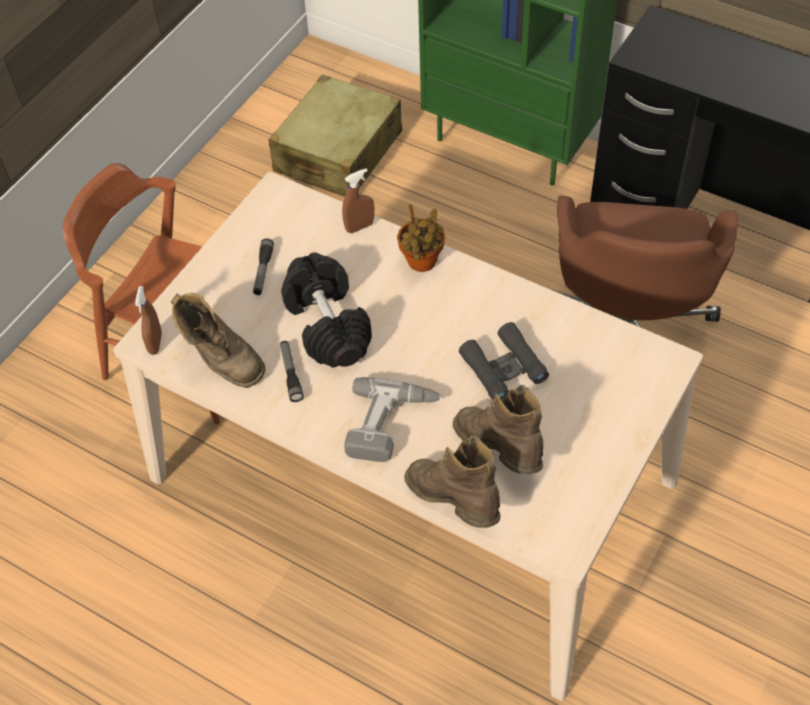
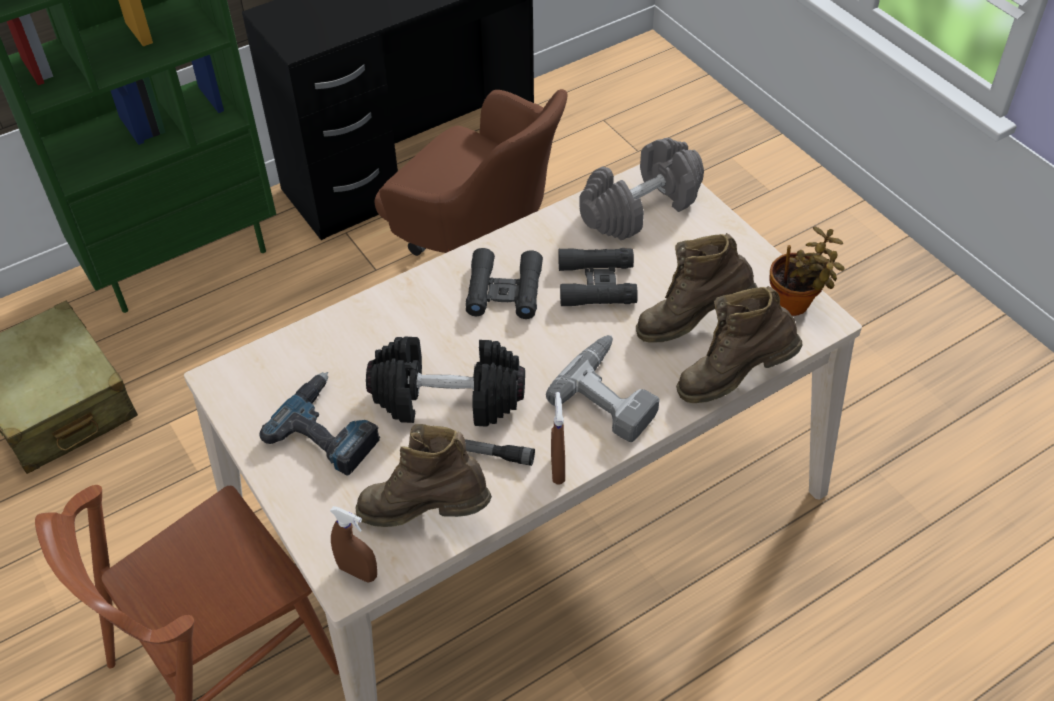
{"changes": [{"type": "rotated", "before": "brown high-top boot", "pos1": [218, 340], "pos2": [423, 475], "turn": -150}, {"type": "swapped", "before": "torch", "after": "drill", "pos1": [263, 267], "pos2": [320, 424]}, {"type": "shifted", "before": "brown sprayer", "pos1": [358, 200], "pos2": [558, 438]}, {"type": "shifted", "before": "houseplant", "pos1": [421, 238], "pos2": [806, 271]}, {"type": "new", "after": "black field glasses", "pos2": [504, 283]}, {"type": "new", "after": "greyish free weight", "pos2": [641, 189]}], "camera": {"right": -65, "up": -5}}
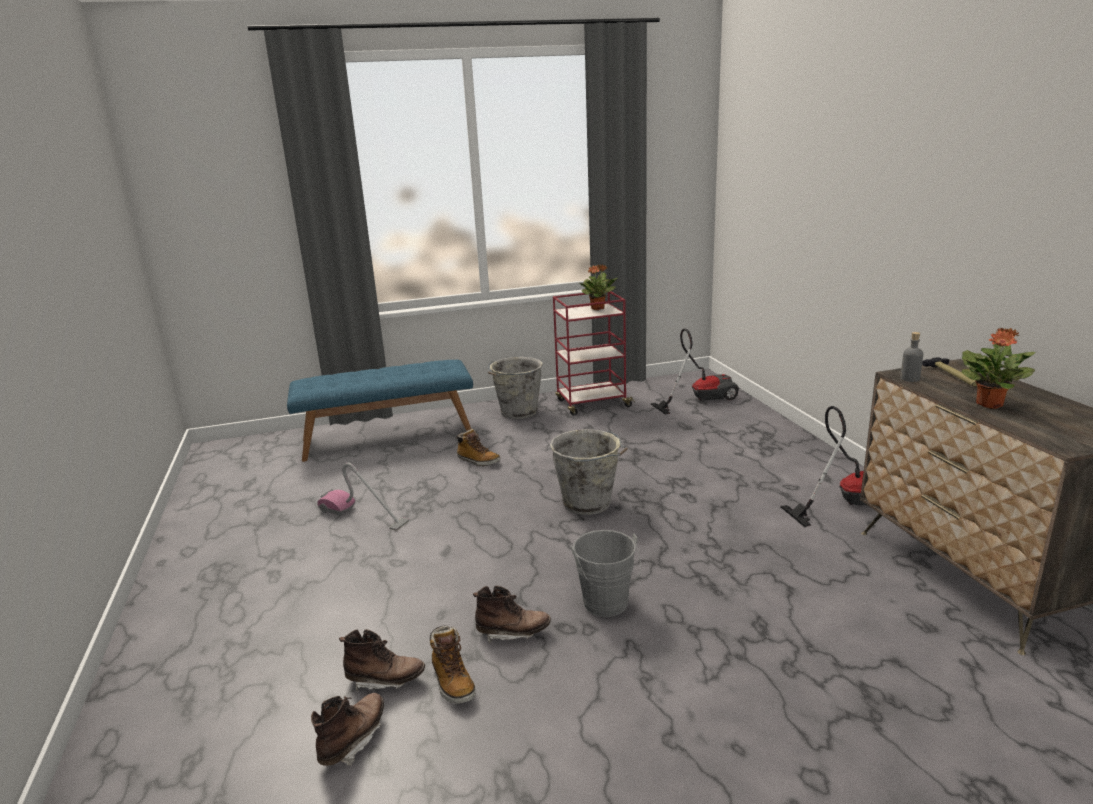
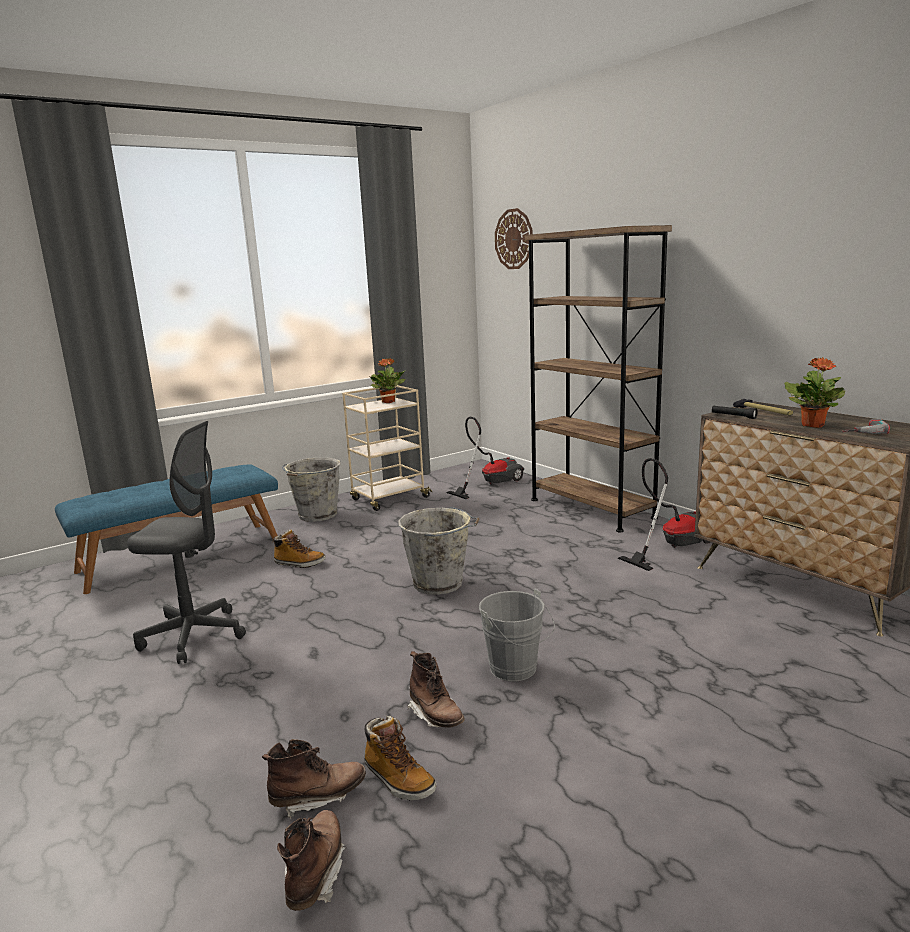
{"changes": [{"type": "swapped", "before": "vacuum cleaner", "after": "greyish office chair", "pos1": [363, 497], "pos2": [186, 542]}, {"type": "rotated", "before": "brown high-top boot", "pos1": [512, 614], "pos2": [436, 689], "turn": 75}, {"type": "repainted", "before": "red wheeled cart", "after": "sand-coloured wheeled cart", "pos1": [594, 353], "pos2": [387, 448]}, {"type": "swapped", "before": "greyish bottle", "after": "black torch", "pos1": [911, 357], "pos2": [735, 412]}, {"type": "new", "after": "hanging clock", "pos2": [514, 238]}, {"type": "new", "after": "brown bookcase", "pos2": [598, 378]}, {"type": "new", "after": "drill", "pos2": [866, 426]}], "camera": {"right": -20, "up": -5}}
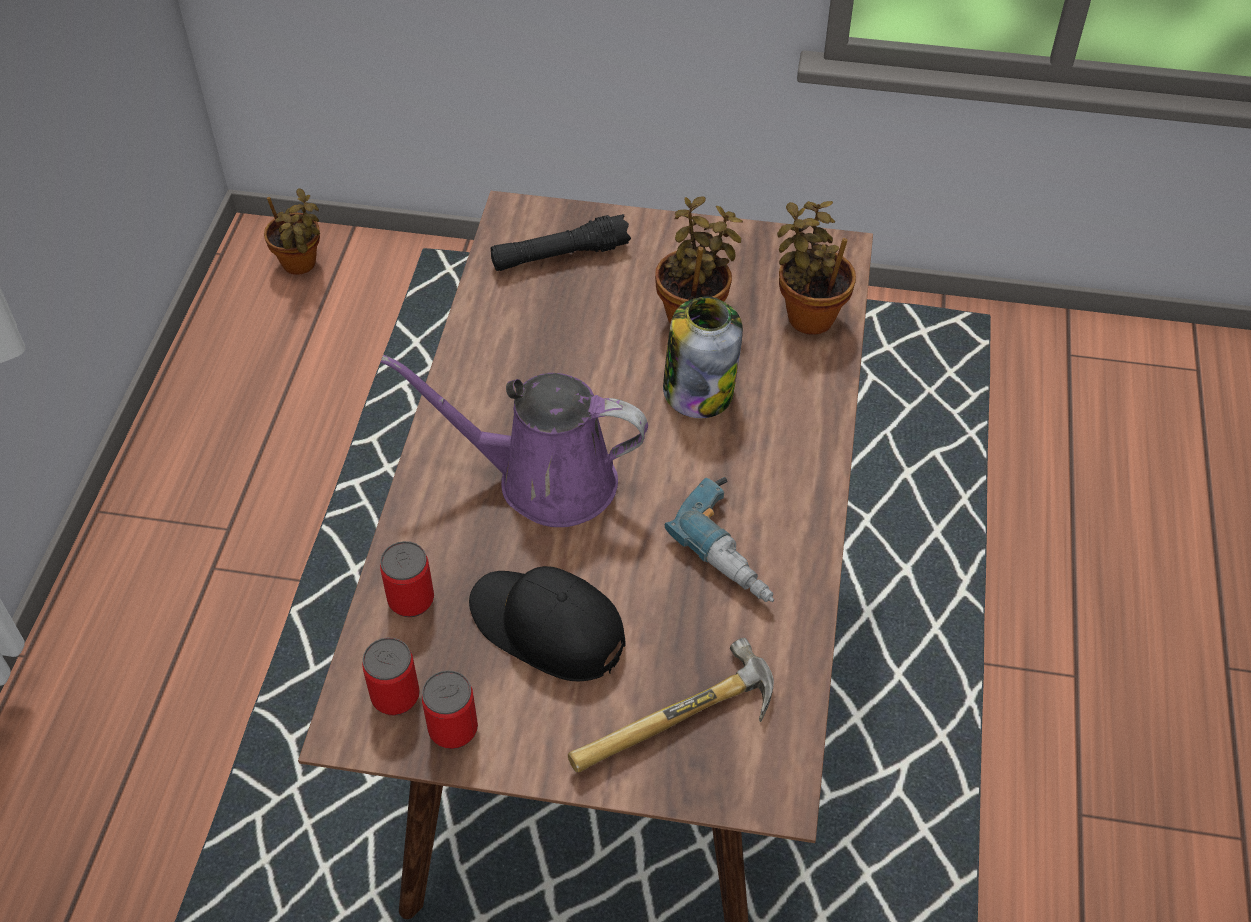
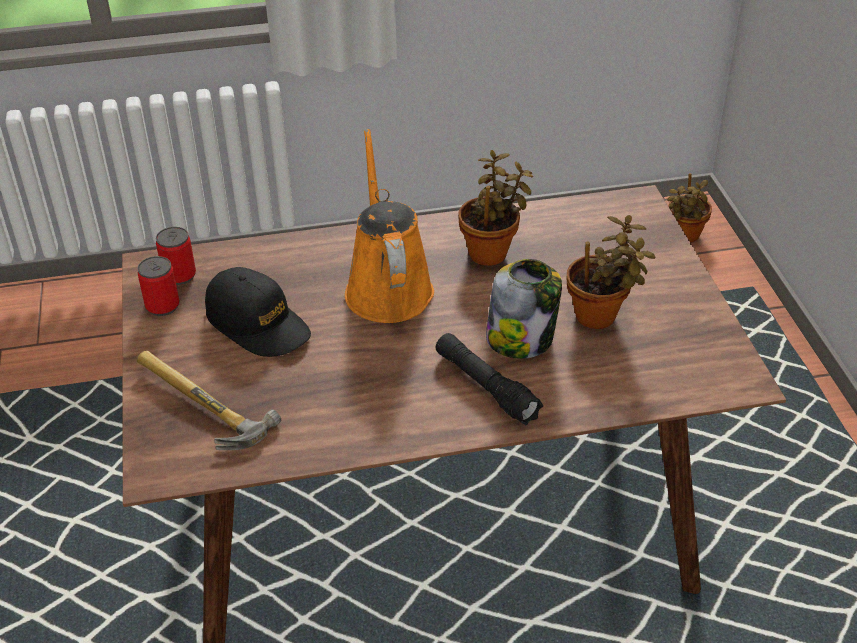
{"changes": [{"type": "repainted", "before": "purplish watering pot", "after": "orangey watering pot", "pos1": [514, 441], "pos2": [389, 226]}, {"type": "gone", "before": "metal can", "pos1": [407, 579]}, {"type": "rotated", "before": "black peaked cap", "pos1": [547, 623], "pos2": [258, 312], "turn": 120}, {"type": "shifted", "before": "black torch", "pos1": [561, 242], "pos2": [489, 379]}, {"type": "gone", "before": "drill", "pos1": [719, 539]}, {"type": "shifted", "before": "houseplant", "pos1": [816, 268], "pos2": [495, 208]}], "camera": {"right": 70, "up": -10}}
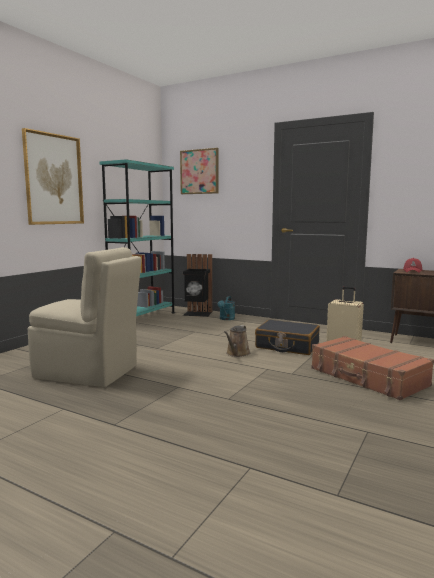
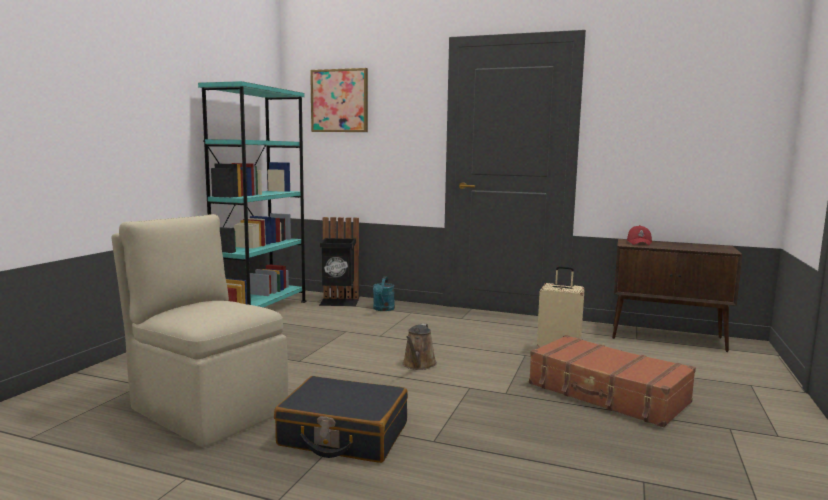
{"changes": [{"type": "gone", "before": "wall picture", "pos1": [53, 176]}, {"type": "rotated", "before": "sand-coloured upright chair", "pos1": [85, 317], "pos2": [200, 330], "turn": -150}, {"type": "shifted", "before": "black travel case", "pos1": [287, 337], "pos2": [341, 419]}], "camera": {"right": -10, "up": 0}}
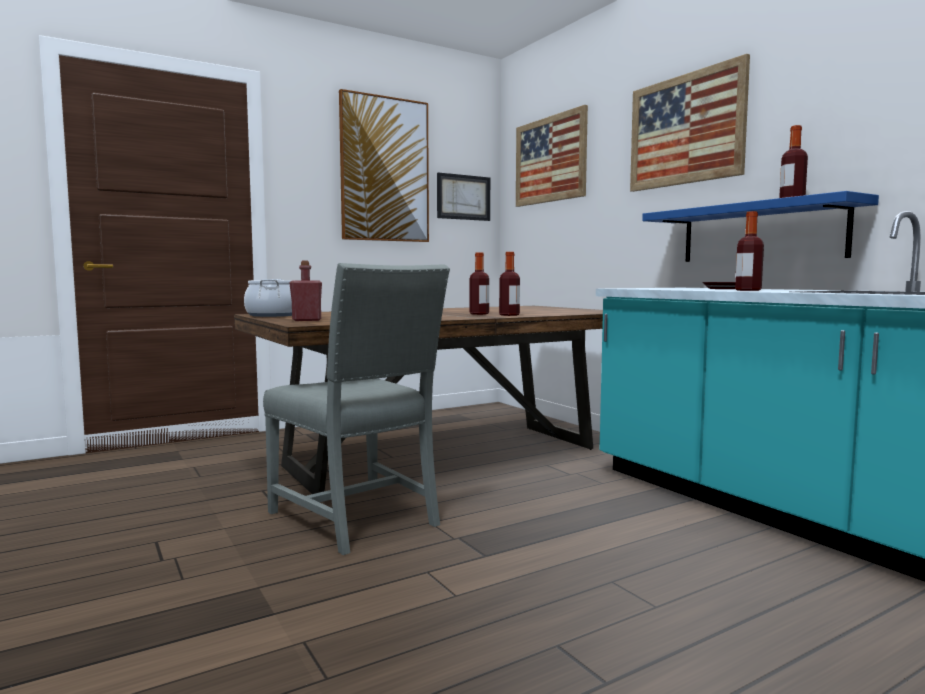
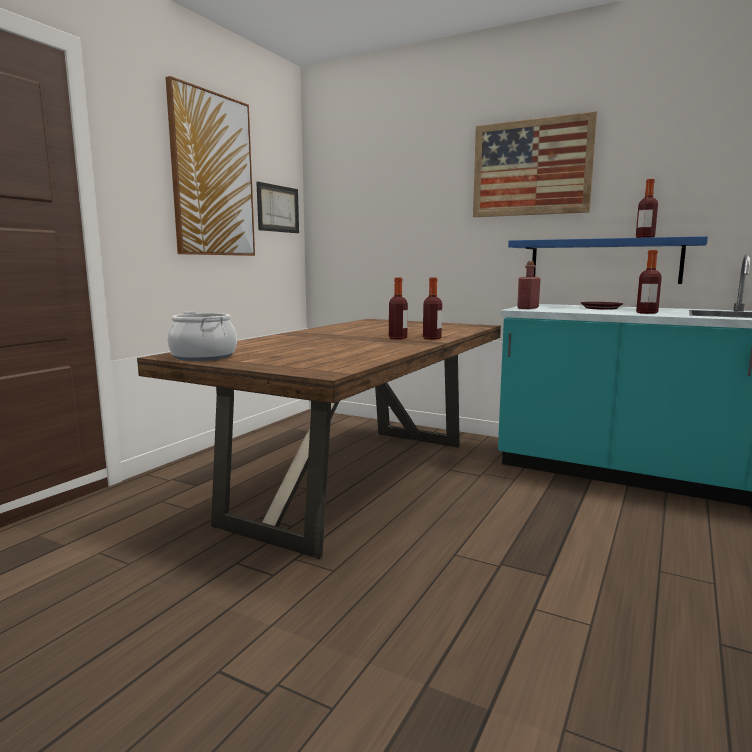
{"changes": [{"type": "gone", "before": "greyish upright chair", "pos1": [356, 409]}, {"type": "shifted", "before": "red bottle", "pos1": [305, 291], "pos2": [529, 285]}, {"type": "gone", "before": "wall picture", "pos1": [552, 156]}], "camera": {"right": -30, "up": 5}}
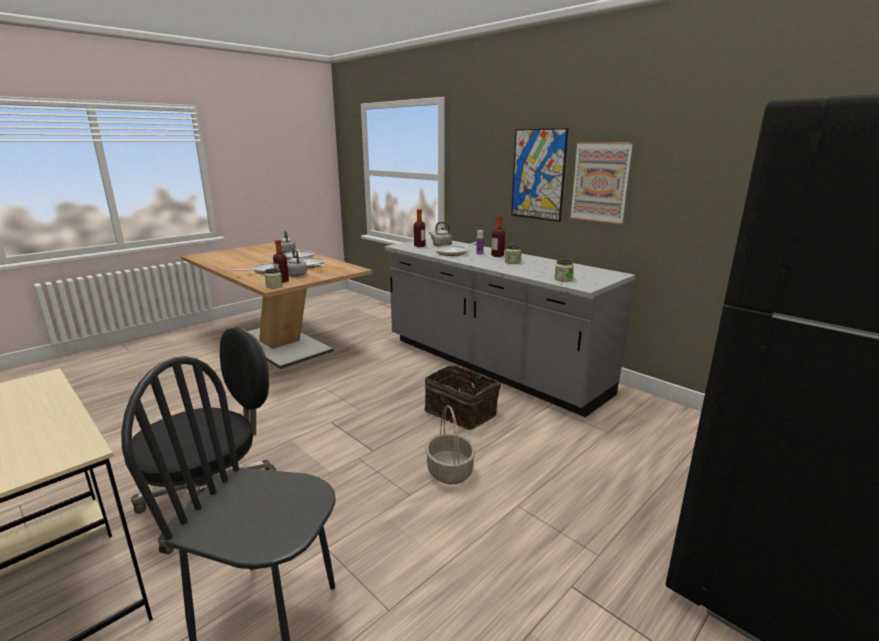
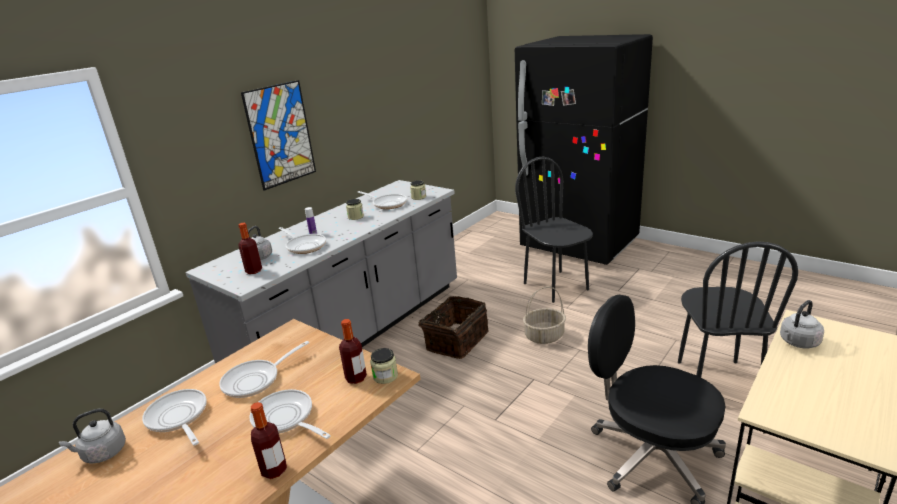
{"changes": [{"type": "shifted", "before": "greyish tea kettle", "pos1": [297, 263], "pos2": [802, 324]}, {"type": "shifted", "before": "bottle", "pos1": [498, 236], "pos2": [269, 440]}, {"type": "gone", "before": "wall picture", "pos1": [601, 183]}, {"type": "new", "after": "skillet", "pos2": [382, 200]}, {"type": "new", "after": "black upright chair", "pos2": [554, 230]}], "camera": {"right": -95, "up": 5}}
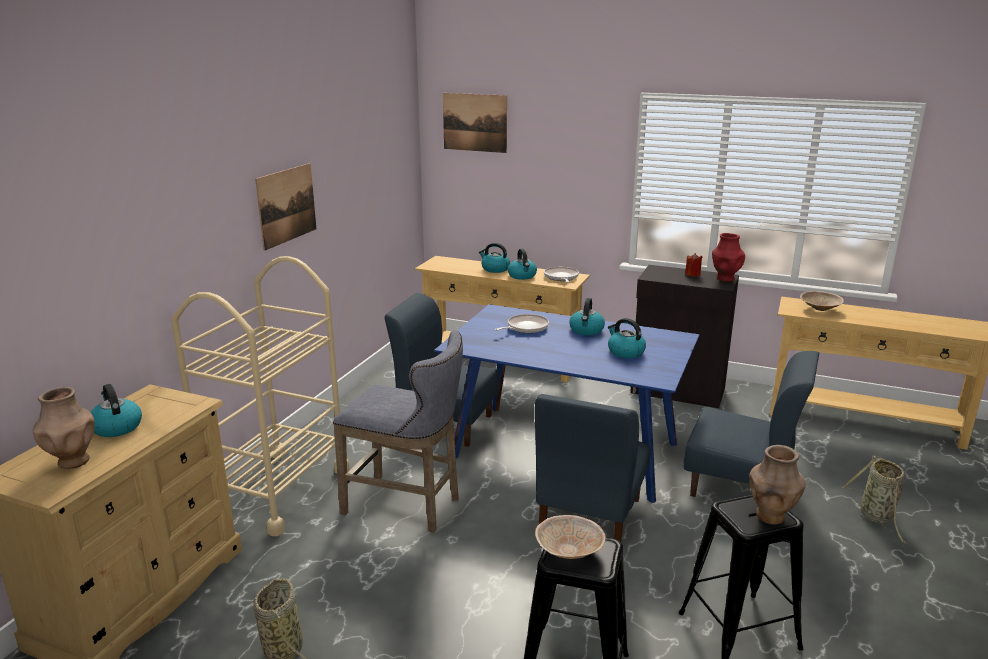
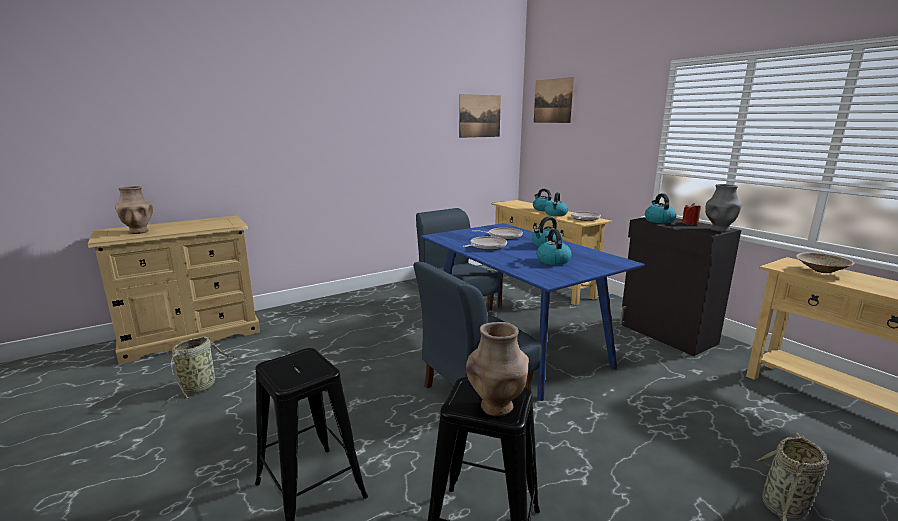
{"changes": [{"type": "shifted", "before": "tea kettle", "pos1": [116, 410], "pos2": [660, 208]}, {"type": "gone", "before": "sand-coloured wheeled cart", "pos1": [260, 396]}, {"type": "shifted", "before": "wall picture", "pos1": [285, 207], "pos2": [480, 116]}, {"type": "gone", "before": "greyish sitting stool", "pos1": [398, 431]}, {"type": "gone", "before": "sand-coloured bowl", "pos1": [570, 537]}, {"type": "gone", "before": "blue upright chair", "pos1": [751, 424]}, {"type": "repainted", "before": "red flower vase", "after": "greyish flower vase", "pos1": [728, 257], "pos2": [723, 208]}, {"type": "new", "after": "skillet", "pos2": [485, 243]}], "camera": {"right": 35, "up": -5}}
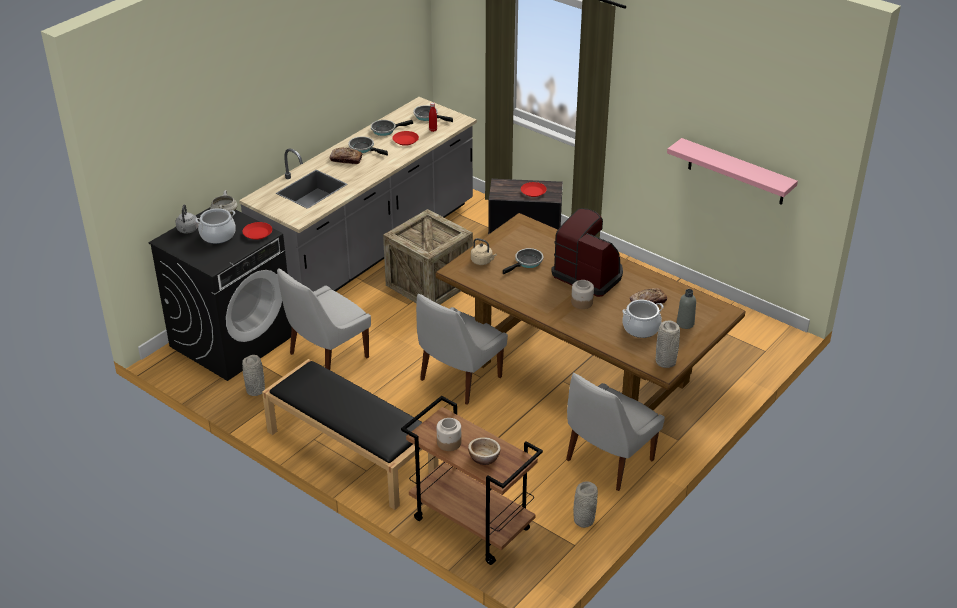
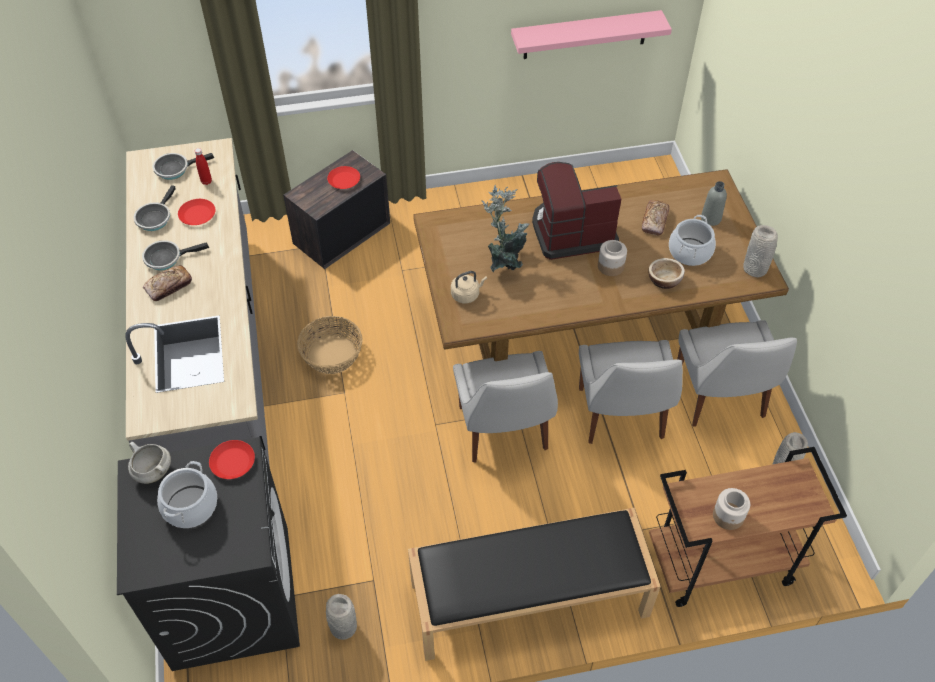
{"changes": [{"type": "gone", "before": "greyish tea kettle", "pos1": [187, 219]}, {"type": "shifted", "before": "whitish upright chair", "pos1": [324, 319], "pos2": [631, 392]}, {"type": "swapped", "before": "packing crate", "after": "basket", "pos1": [428, 257], "pos2": [329, 345]}, {"type": "shifted", "before": "bowl", "pos1": [484, 451], "pos2": [666, 273]}, {"type": "swapped", "before": "skillet", "after": "houseplant", "pos1": [523, 261], "pos2": [505, 228]}], "camera": {"right": -50, "up": 15}}
